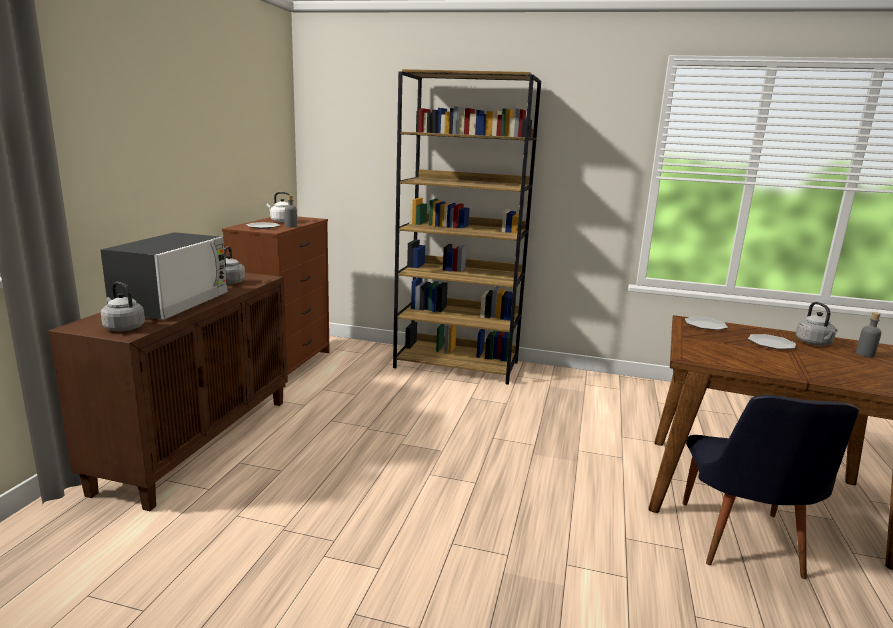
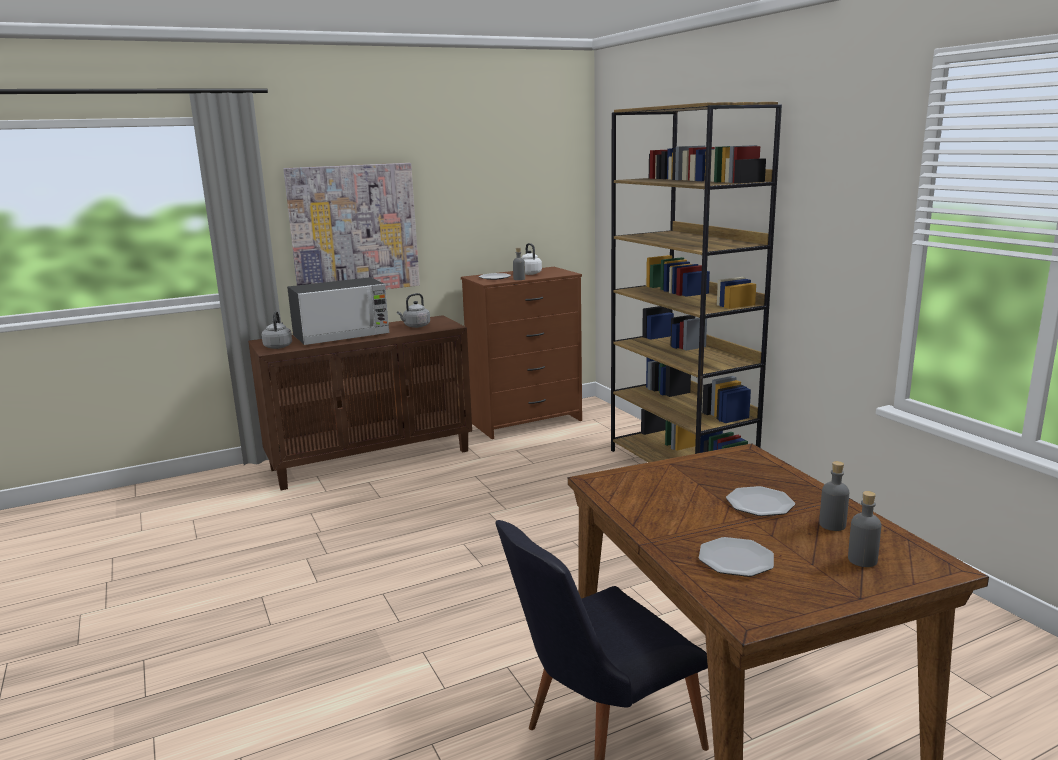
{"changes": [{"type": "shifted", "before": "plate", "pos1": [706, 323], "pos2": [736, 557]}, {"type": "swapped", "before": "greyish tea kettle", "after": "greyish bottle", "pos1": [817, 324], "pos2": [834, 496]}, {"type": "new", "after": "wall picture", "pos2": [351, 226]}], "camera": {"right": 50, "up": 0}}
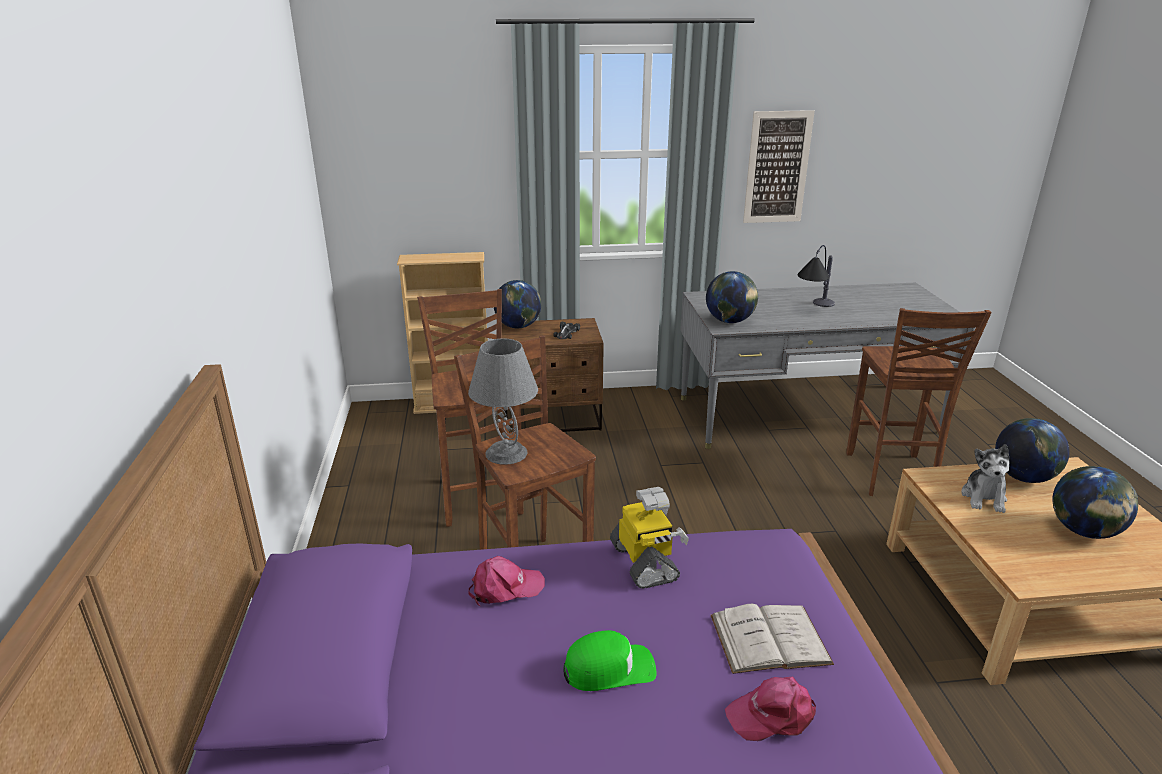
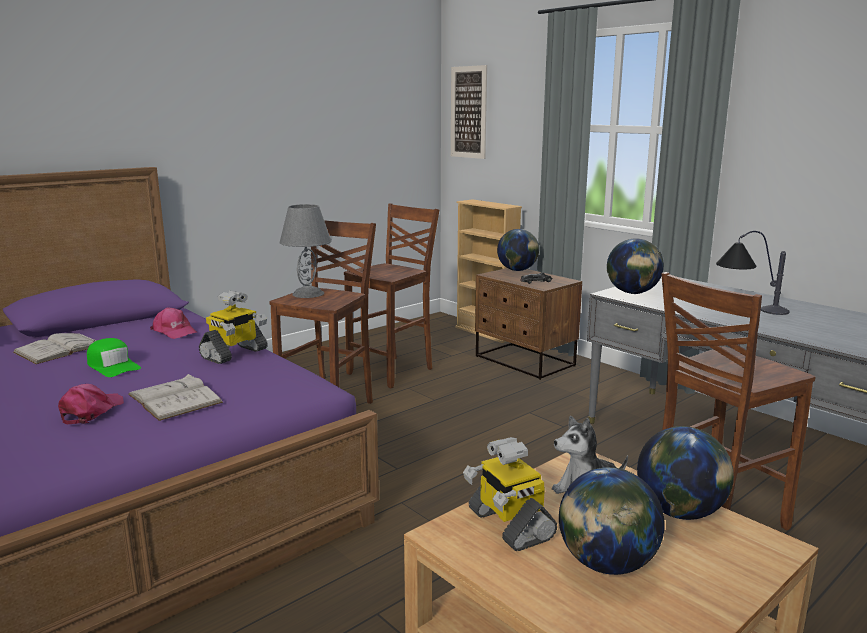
{"changes": [{"type": "rotated", "before": "pinkish peaked cap", "pos1": [770, 709], "pos2": [91, 404], "turn": 60}, {"type": "shifted", "before": "wall picture", "pos1": [779, 166], "pos2": [469, 112]}, {"type": "new", "after": "whitish bound book", "pos2": [54, 348]}, {"type": "new", "after": "robot figure", "pos2": [510, 494]}], "camera": {"right": 55, "up": -10}}
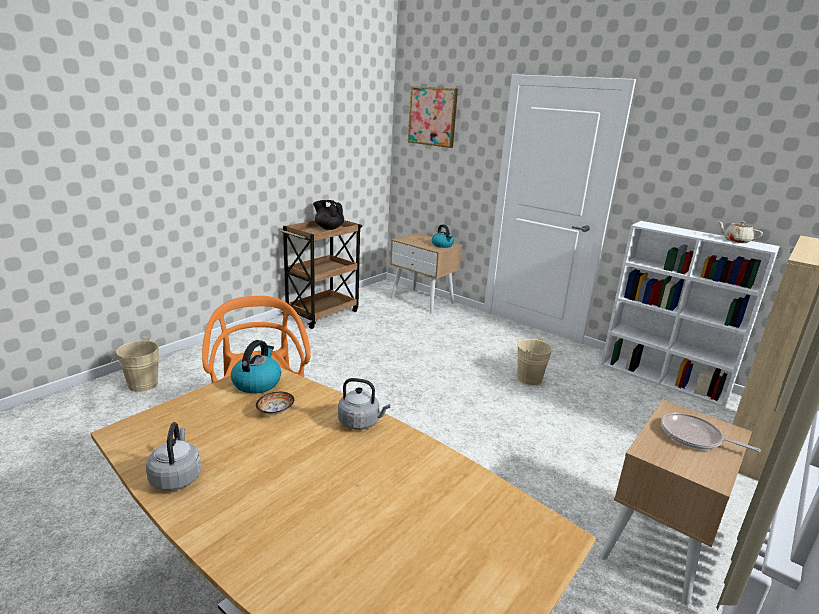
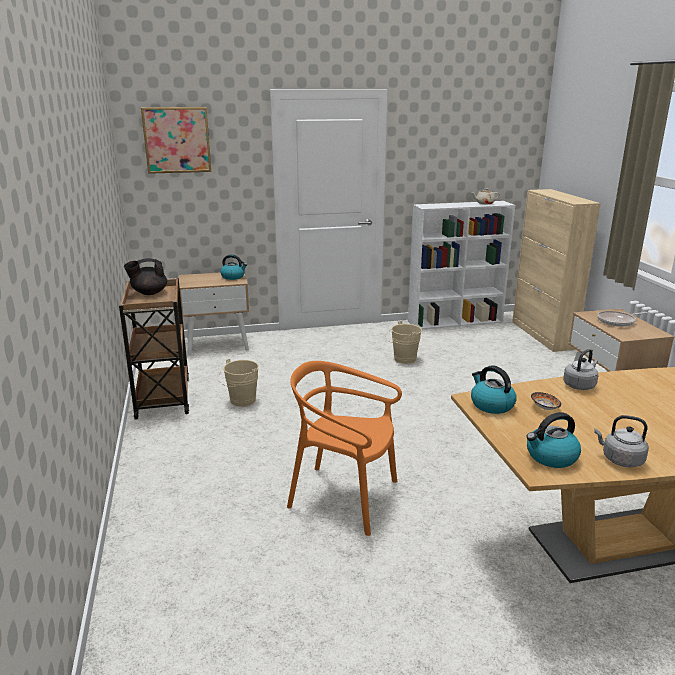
{"changes": [{"type": "shifted", "before": "sand-coloured bucket", "pos1": [134, 364], "pos2": [238, 383]}, {"type": "new", "after": "tea kettle", "pos2": [554, 440]}], "camera": {"right": -50, "up": 0}}
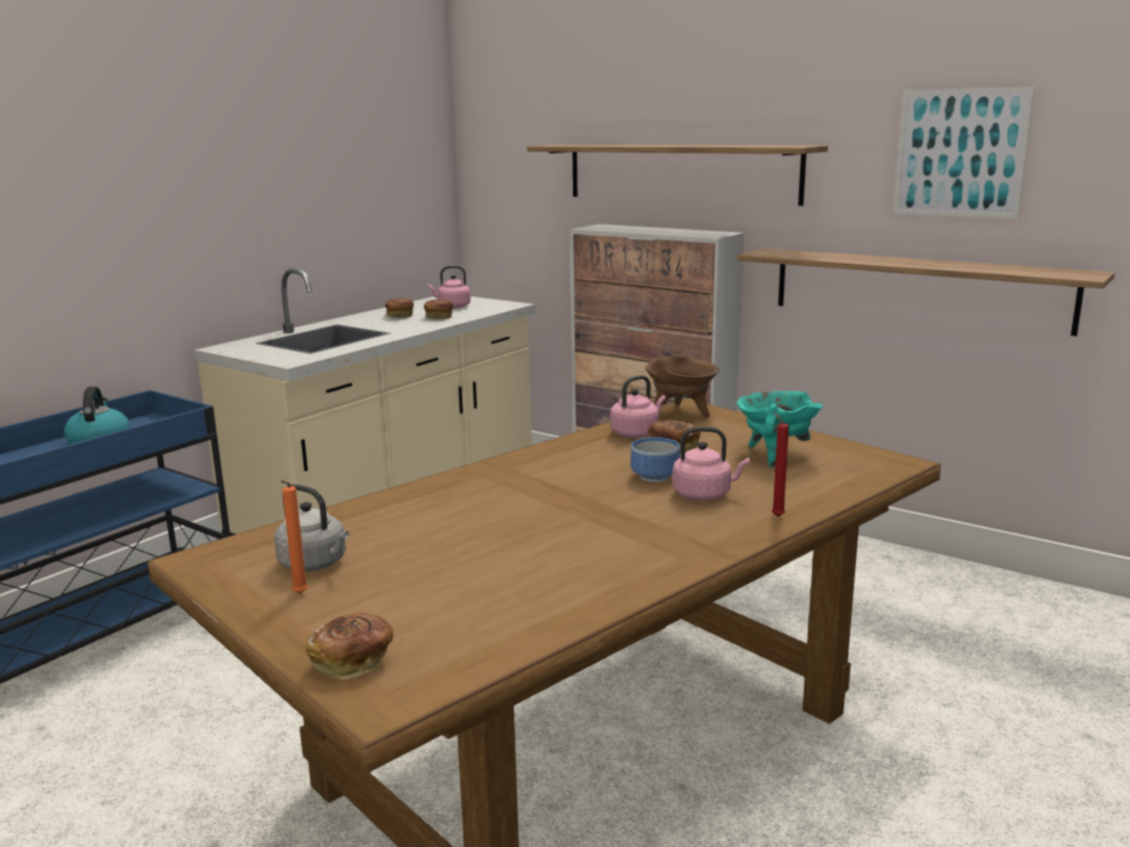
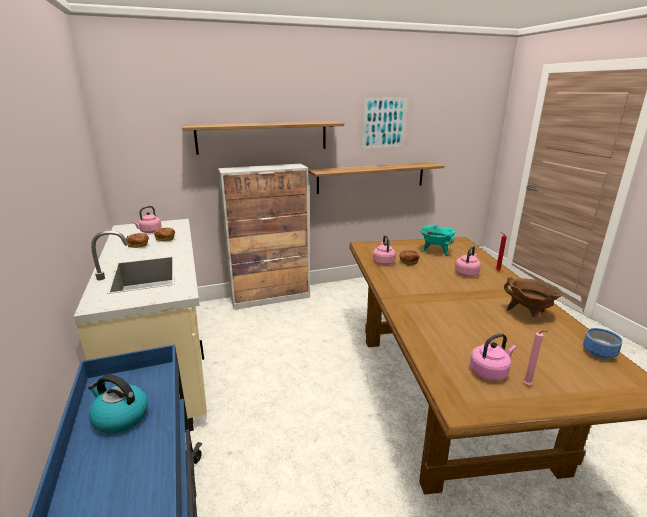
{"changes": [{"type": "repainted", "before": "greyish tea kettle", "after": "pinkish tea kettle", "pos1": [311, 527], "pos2": [493, 357]}, {"type": "repainted", "before": "orangey wax candle", "after": "pinkish wax candle", "pos1": [294, 537], "pos2": [535, 358]}, {"type": "gone", "before": "baked bread", "pos1": [350, 646]}, {"type": "shifted", "before": "bowl", "pos1": [655, 459], "pos2": [603, 344]}, {"type": "shifted", "before": "brown saucepot", "pos1": [682, 383], "pos2": [533, 297]}], "camera": {"right": -55, "up": 5}}
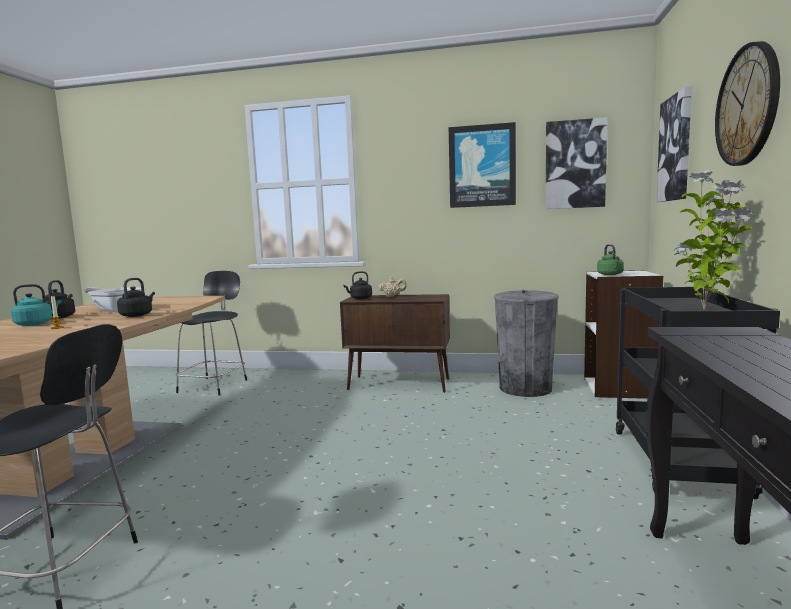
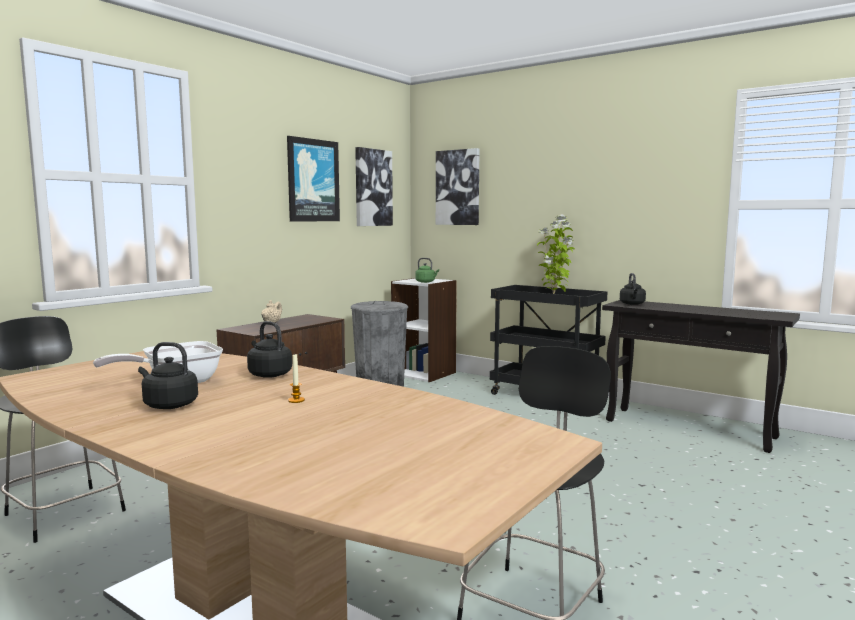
{"changes": [{"type": "gone", "before": "turquoise tea kettle", "pos1": [36, 305]}, {"type": "shifted", "before": "black tea kettle", "pos1": [357, 285], "pos2": [633, 289]}, {"type": "gone", "before": "hanging clock", "pos1": [747, 103]}], "camera": {"right": -65, "up": 0}}
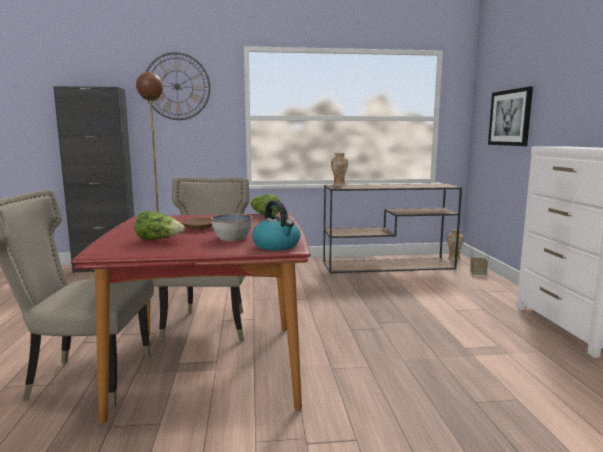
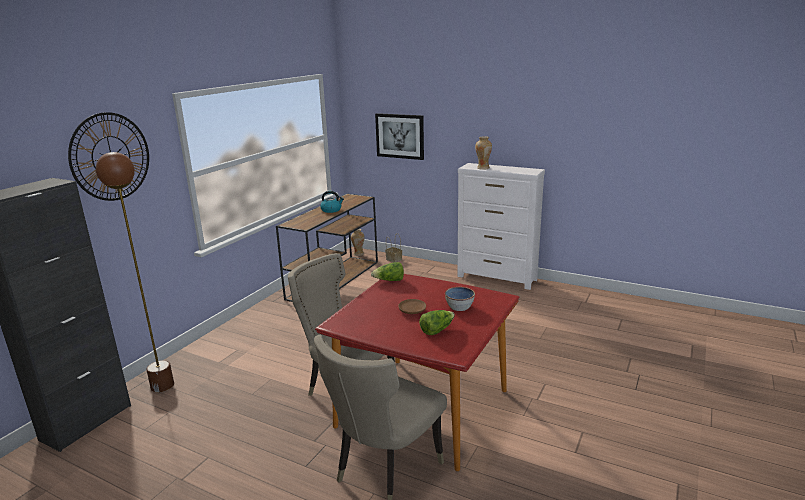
{"changes": [{"type": "shifted", "before": "tea kettle", "pos1": [276, 225], "pos2": [332, 202]}, {"type": "shifted", "before": "flower vase", "pos1": [339, 169], "pos2": [483, 153]}], "camera": {"right": -55, "up": 10}}
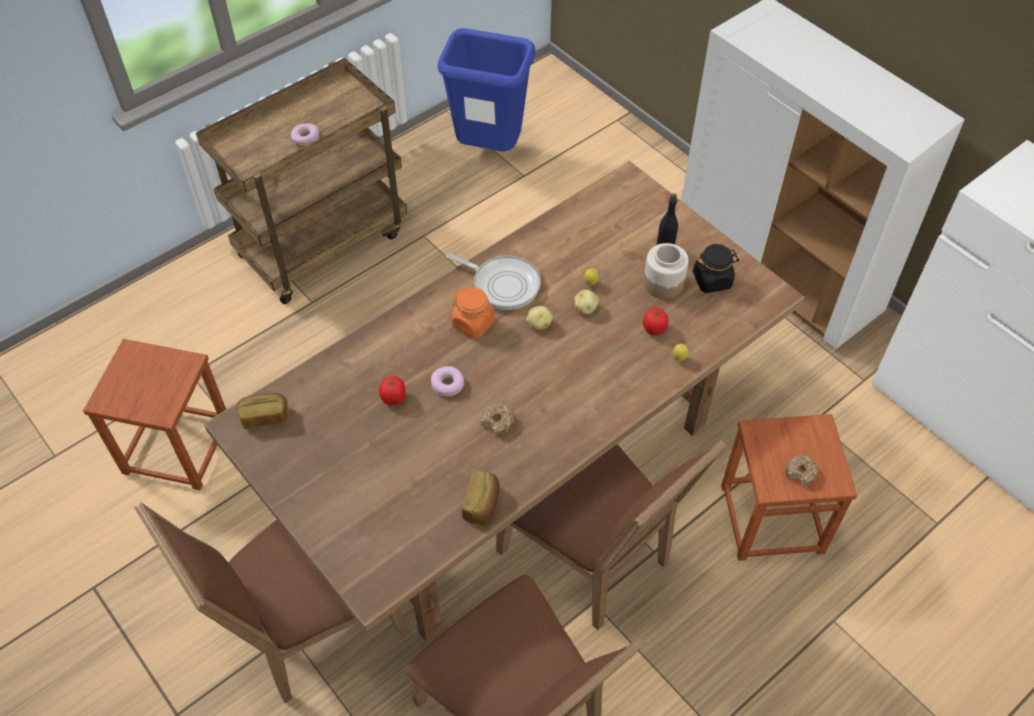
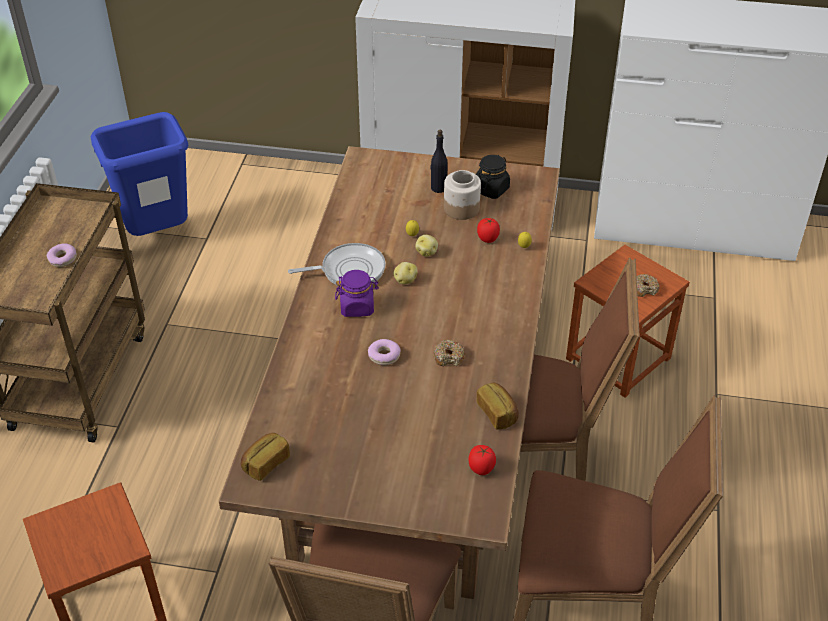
{"changes": [{"type": "shifted", "before": "whole tomato", "pos1": [392, 390], "pos2": [482, 460]}, {"type": "repainted", "before": "orangey jar", "after": "purplish jar", "pos1": [473, 313], "pos2": [357, 293]}], "camera": {"right": -40, "up": -10}}
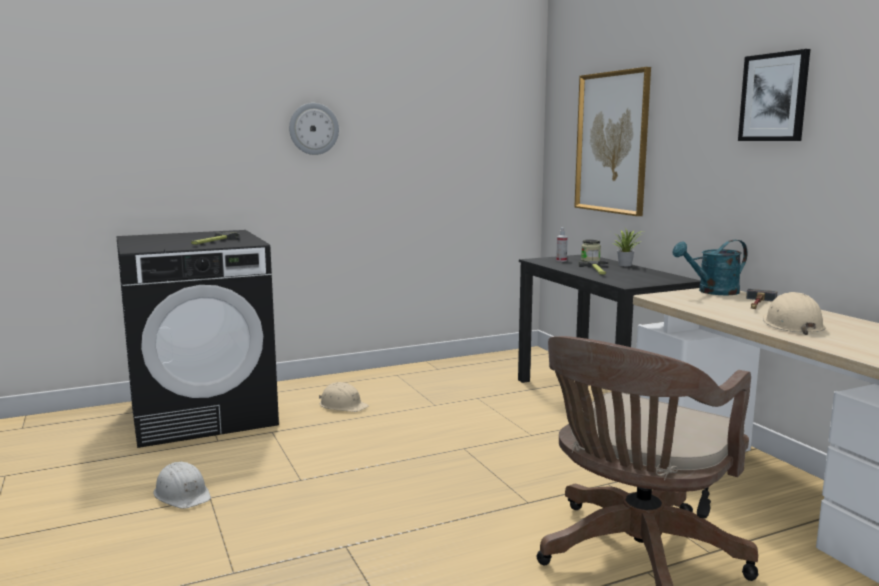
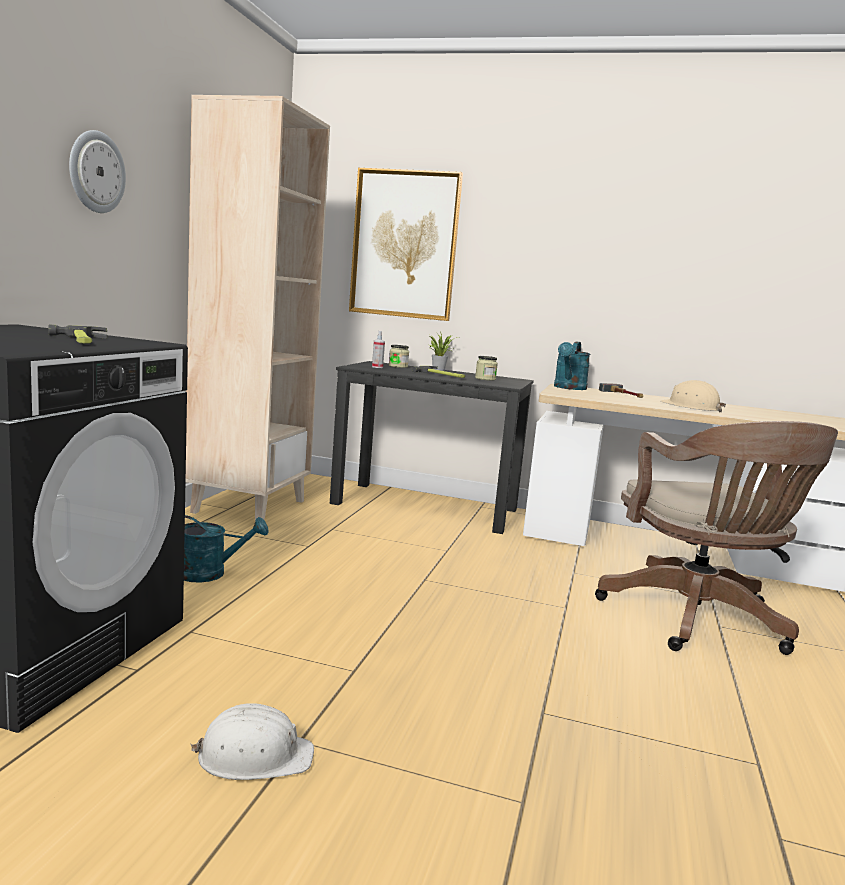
{"changes": [{"type": "swapped", "before": "sand-coloured hard hat", "after": "turquoise watering pot", "pos1": [344, 397], "pos2": [226, 548]}, {"type": "gone", "before": "wall picture", "pos1": [774, 95]}, {"type": "new", "after": "sand-coloured bookcase", "pos2": [257, 308]}, {"type": "new", "after": "jar", "pos2": [486, 368]}], "camera": {"right": -50, "up": 0}}
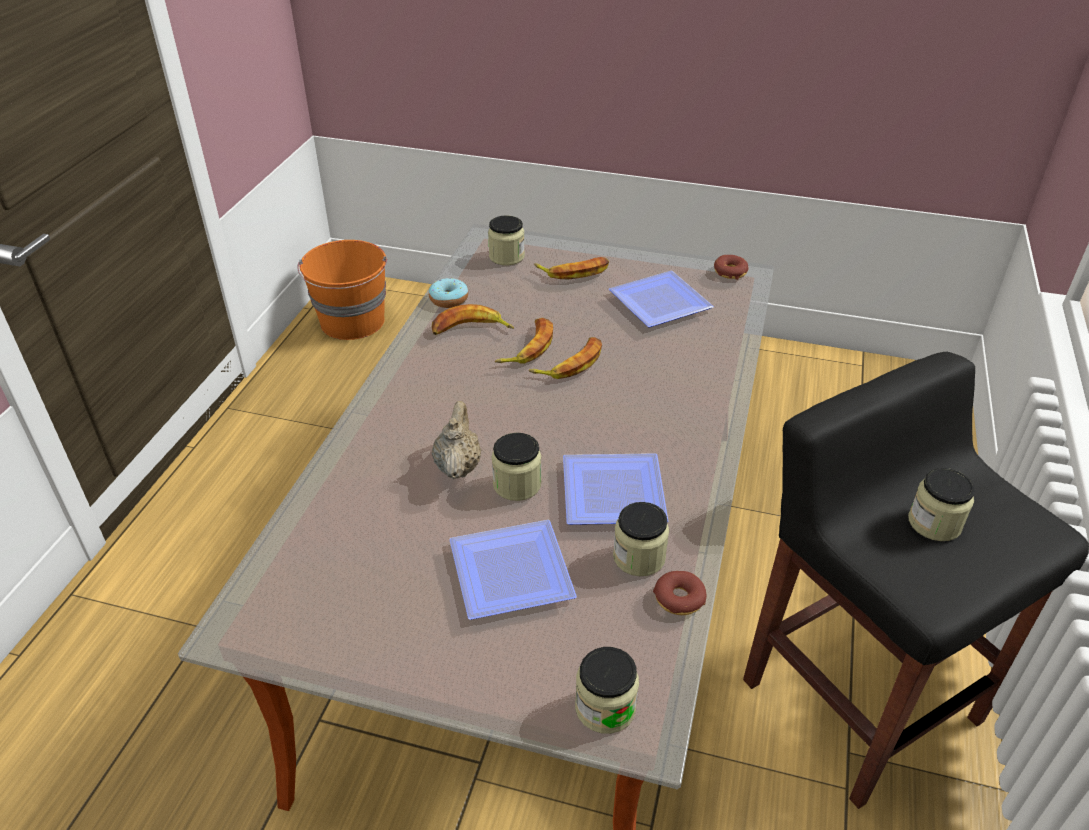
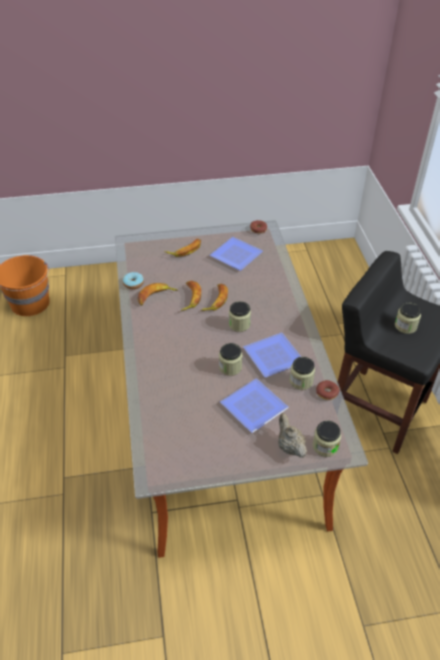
{"changes": [{"type": "shifted", "before": "sand-coloured pot for tea", "pos1": [456, 440], "pos2": [292, 435]}, {"type": "shifted", "before": "jar", "pos1": [506, 240], "pos2": [240, 316]}], "camera": {"right": -25, "up": 5}}
